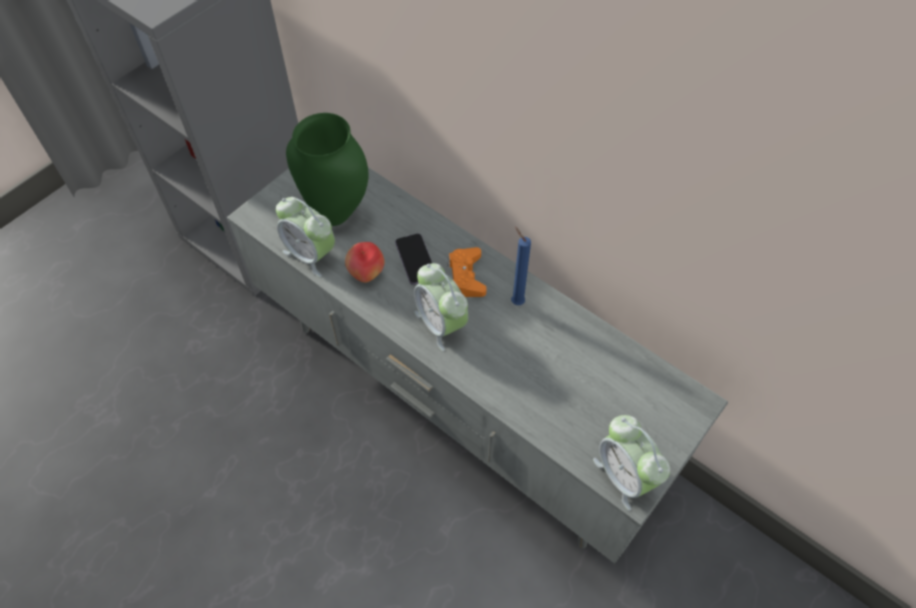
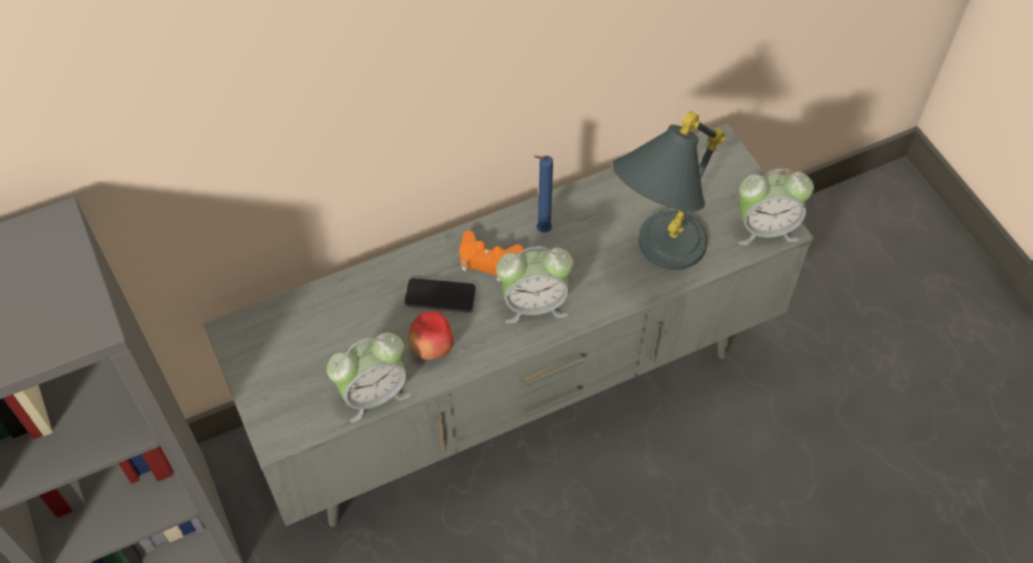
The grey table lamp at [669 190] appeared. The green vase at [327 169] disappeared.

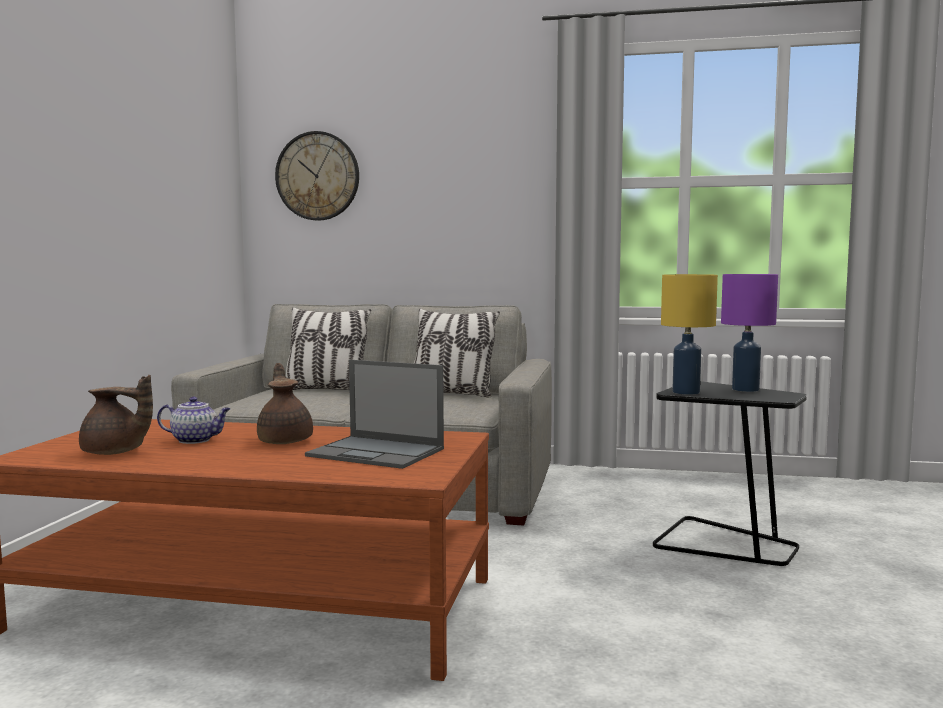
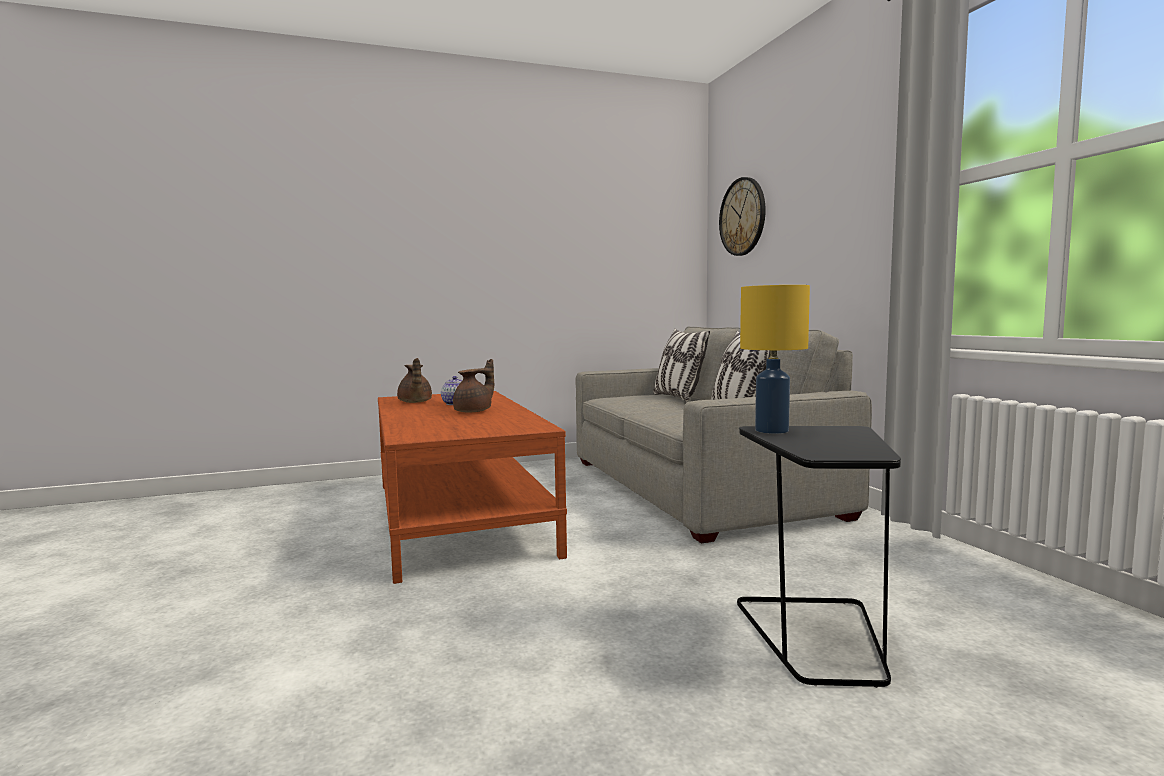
The laptop at [374 414] disappeared. The purple table lamp at [749 333] disappeared.

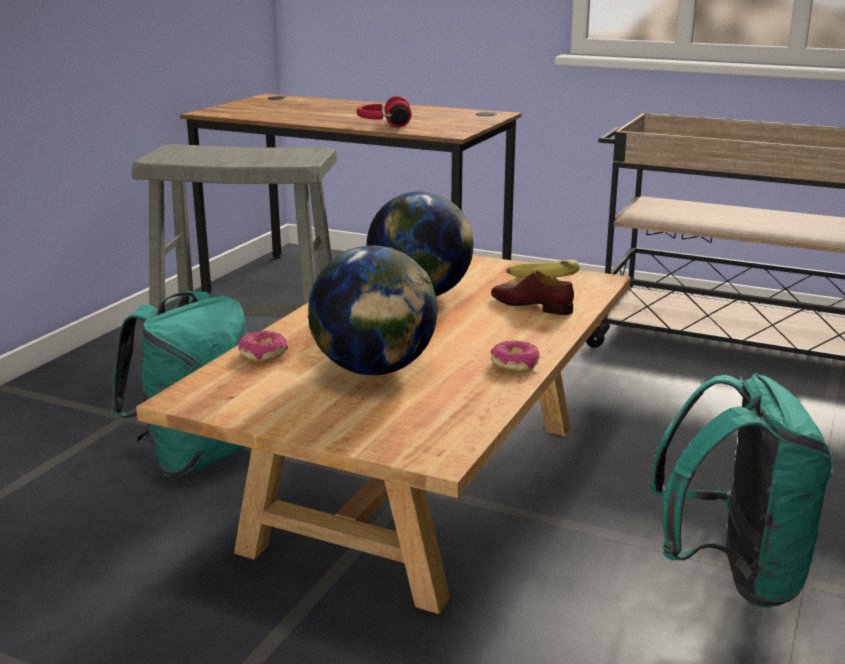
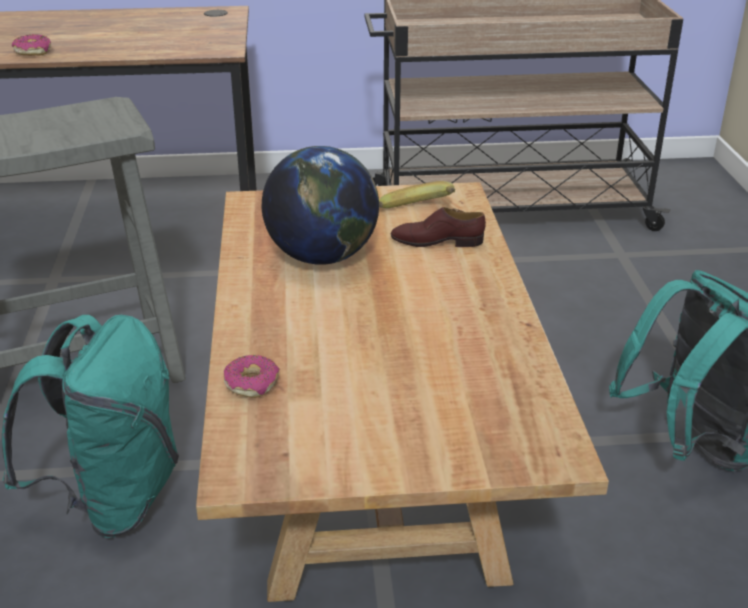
The donut moved from [515 356] to [31 45]. The globe at [373 311] disappeared. The red headphones at [383 111] disappeared.

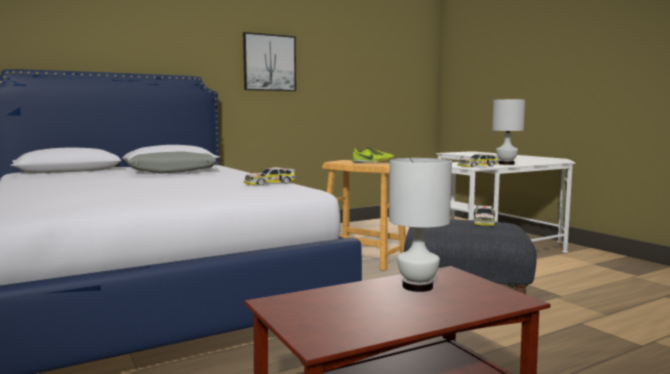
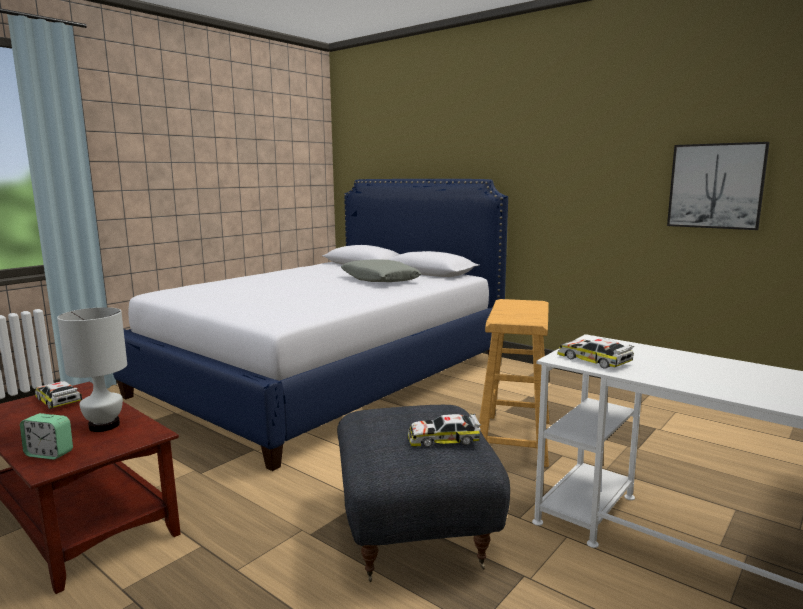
The alarm clock at [46 436] appeared. The toy car moved from [269 176] to [58 395]. The picture moved from [269 61] to [718 186]. The shoe at [373 155] disappeared. The white table lamp at [508 132] disappeared.

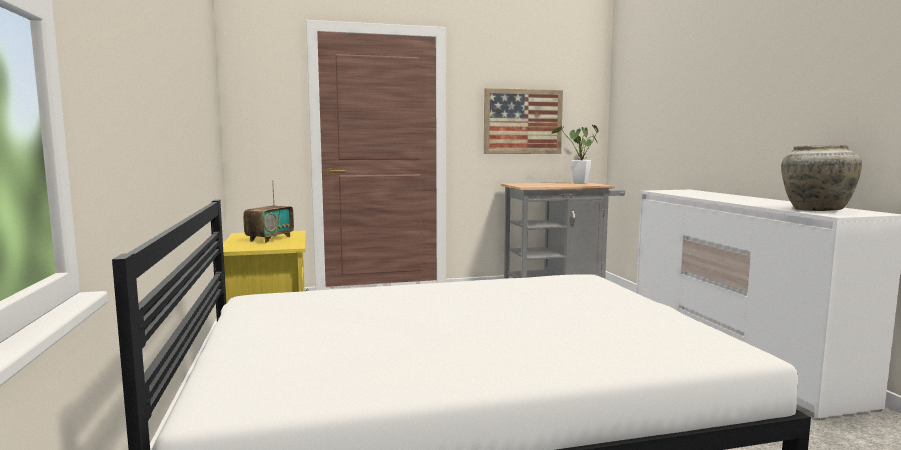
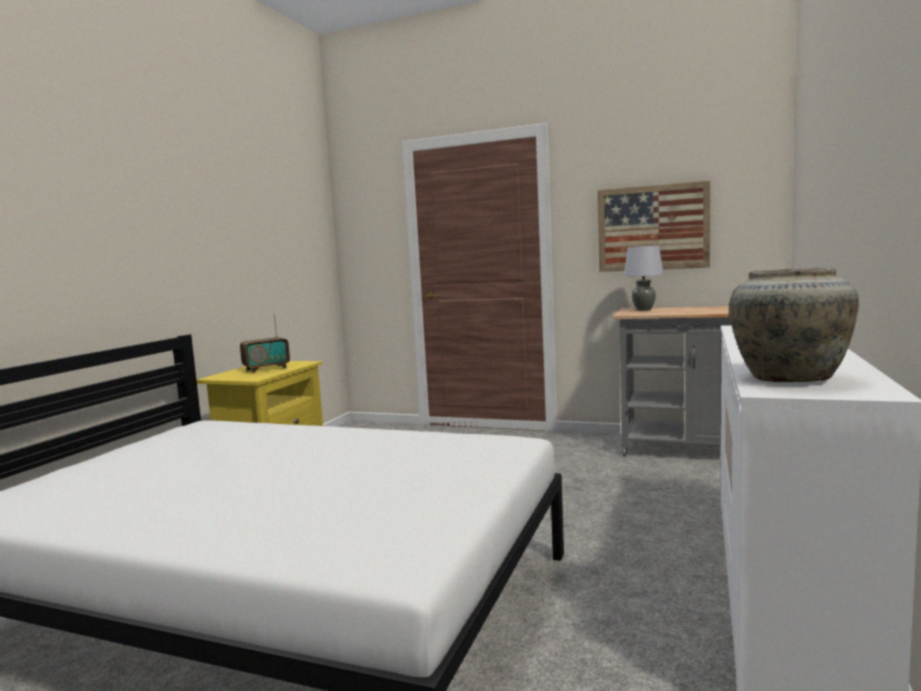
The grey table lamp at [644 278] appeared. The potted plant at [575 154] disappeared.

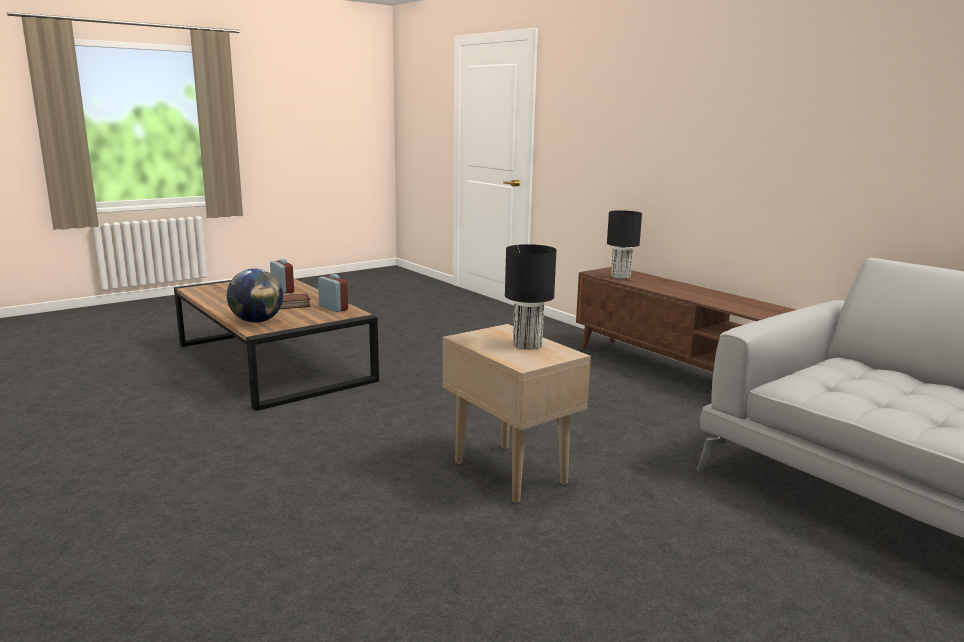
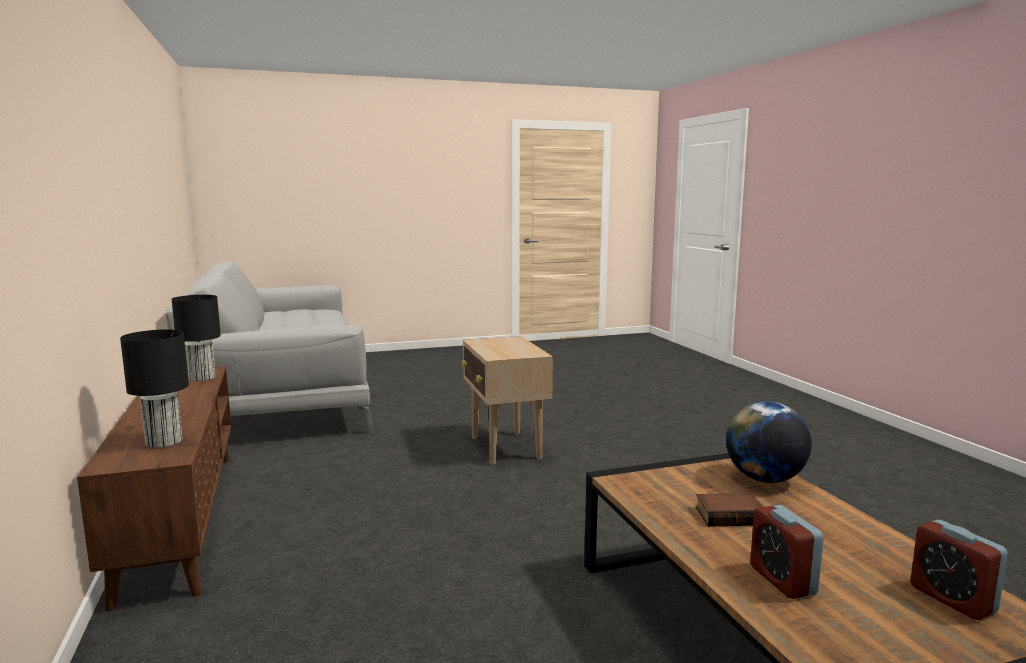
The black table lamp moved from [530 297] to [196 338]. The alarm clock moved from [333 293] to [959 570].

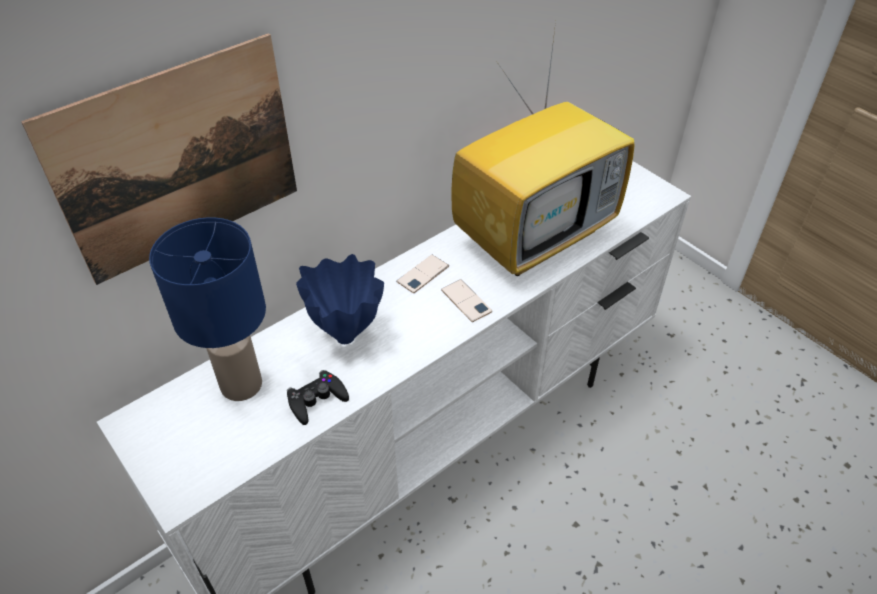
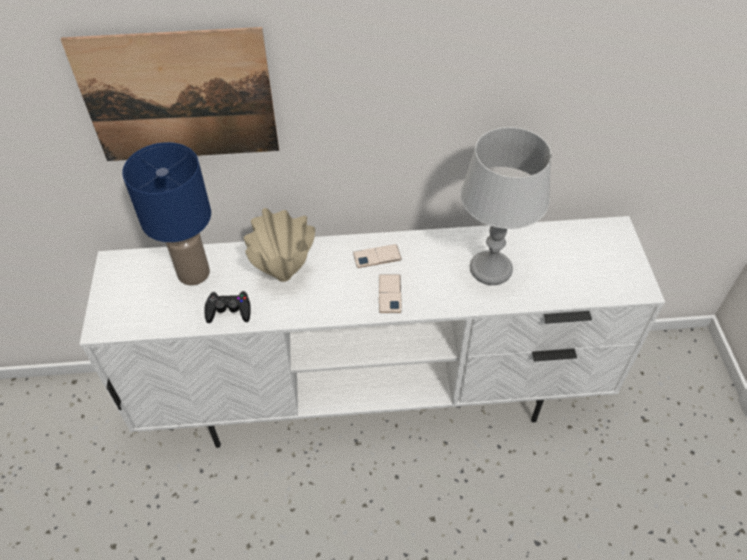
The blue vase at [340 299] became the beige vase at [279 245]. The television at [542 149] was replaced by the grey table lamp at [506 206].

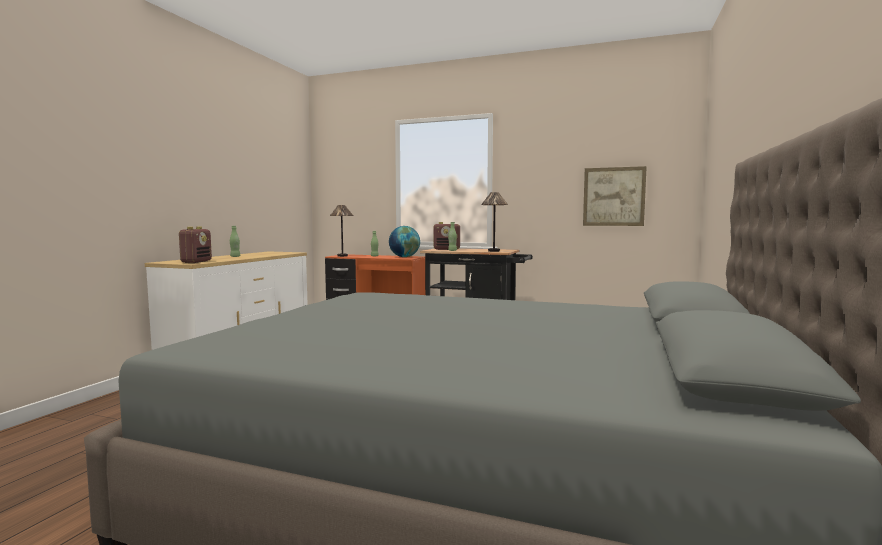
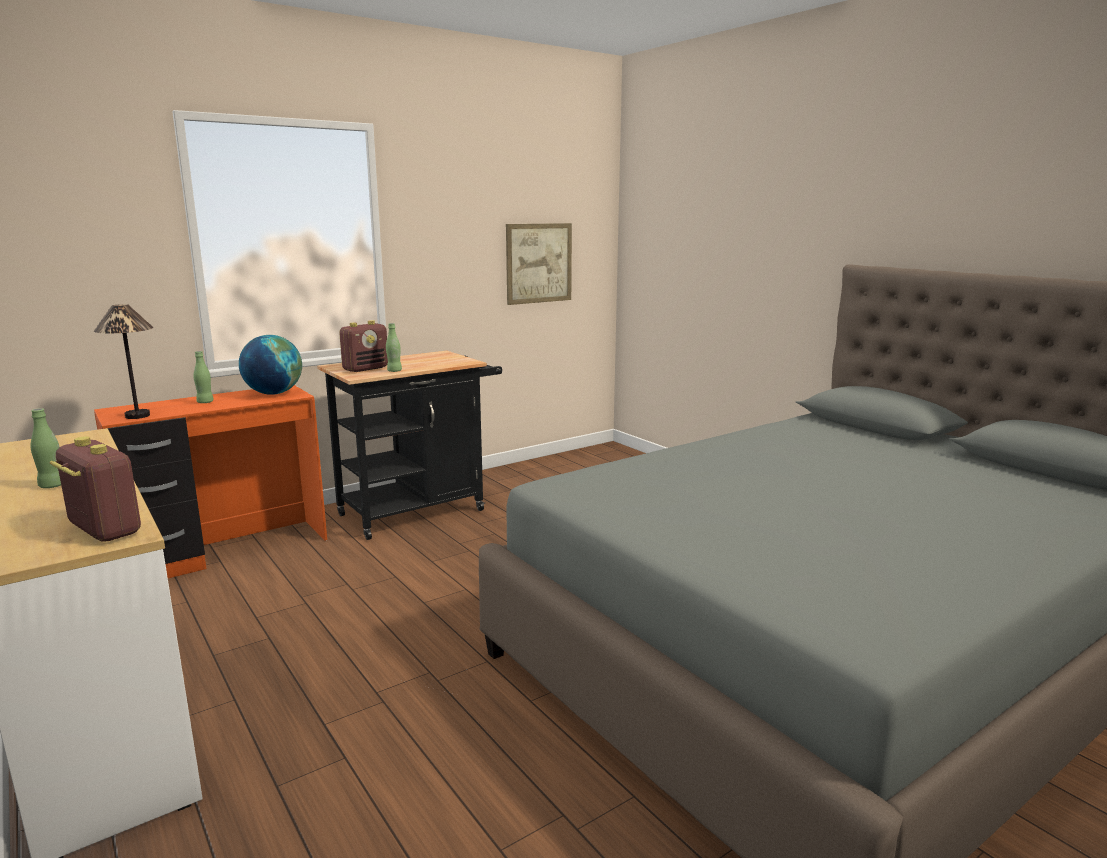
The table lamp at [494 222] disappeared.

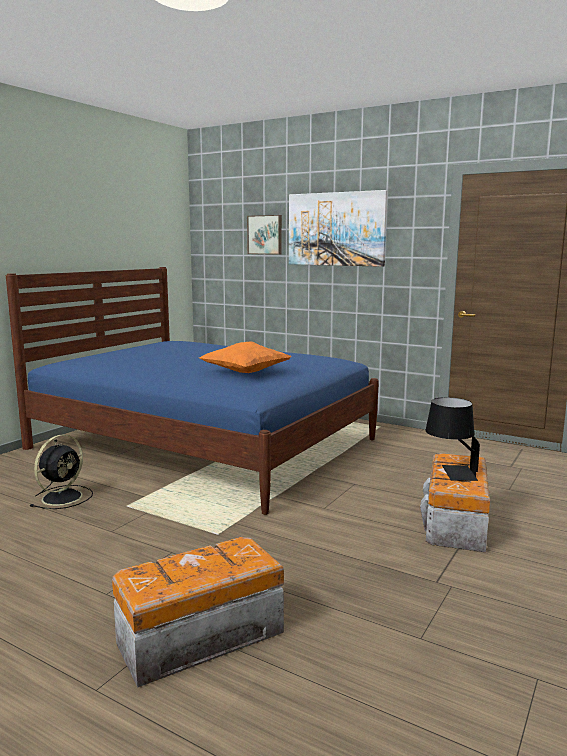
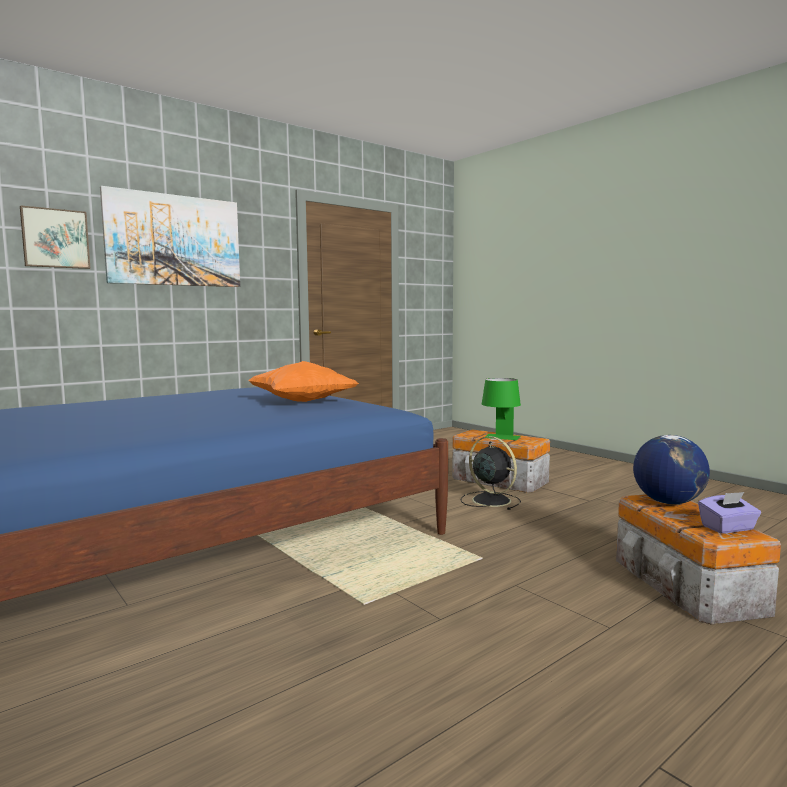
The black fan moved from [61 471] to [491 473]. The black table lamp at [453 439] became the green table lamp at [501 409]. The globe at [671 469] appeared. The purple tissue box at [729 513] appeared.

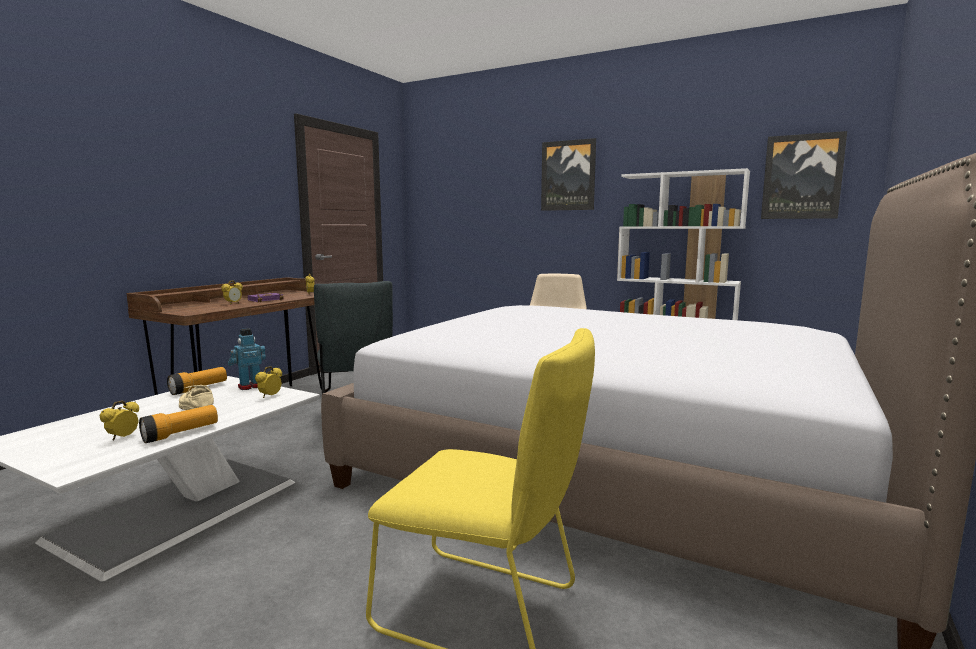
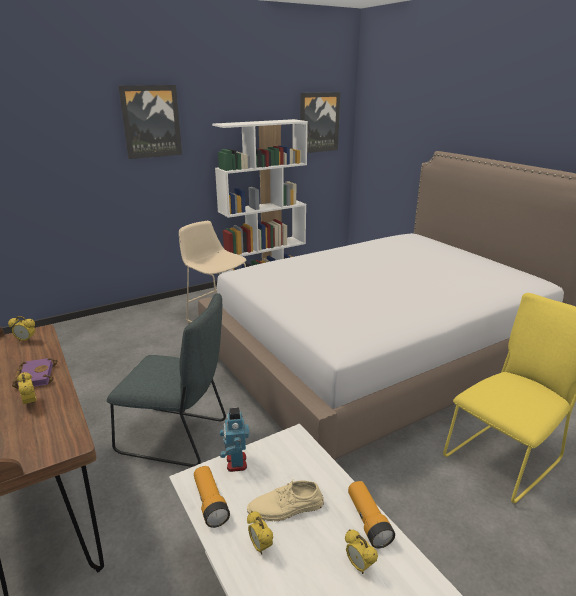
The alarm clock moved from [268 382] to [260 533].

